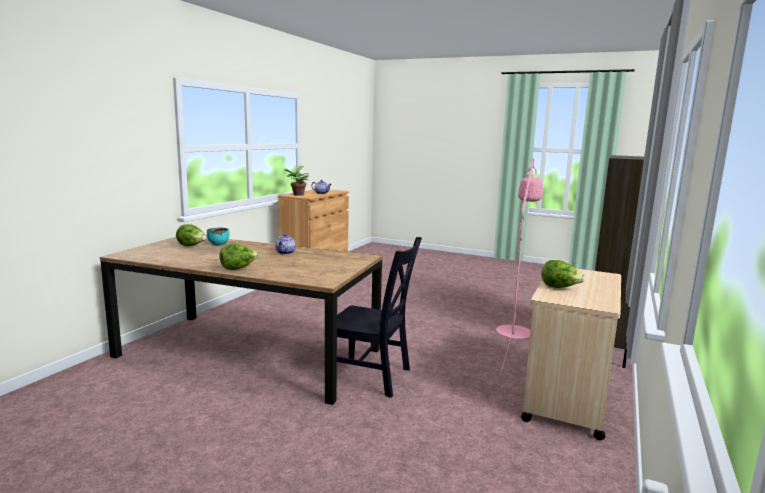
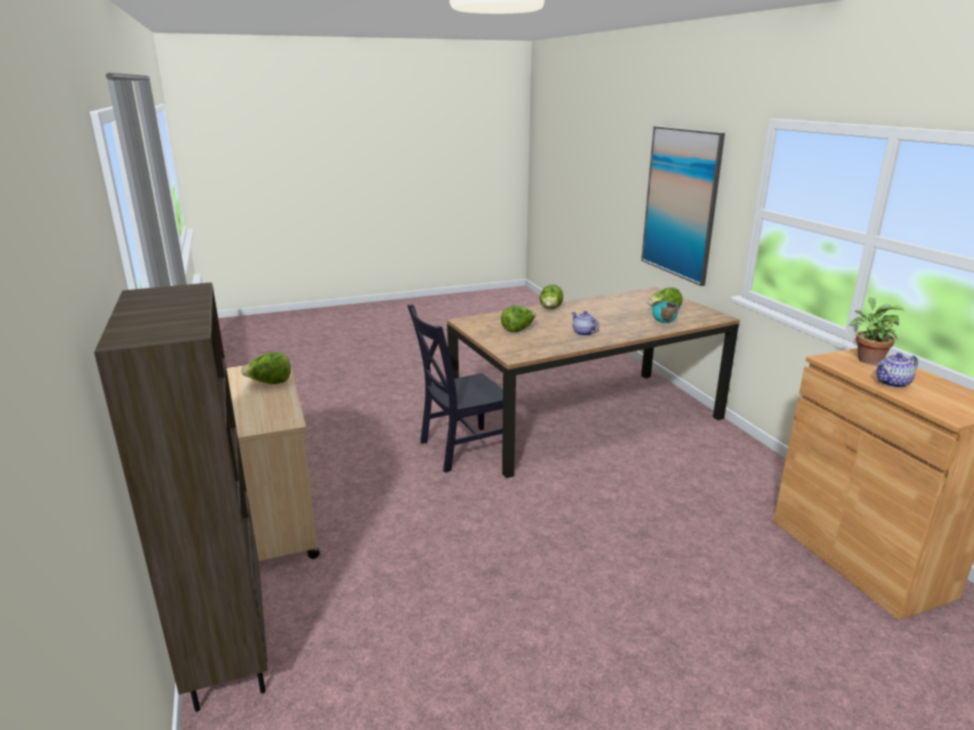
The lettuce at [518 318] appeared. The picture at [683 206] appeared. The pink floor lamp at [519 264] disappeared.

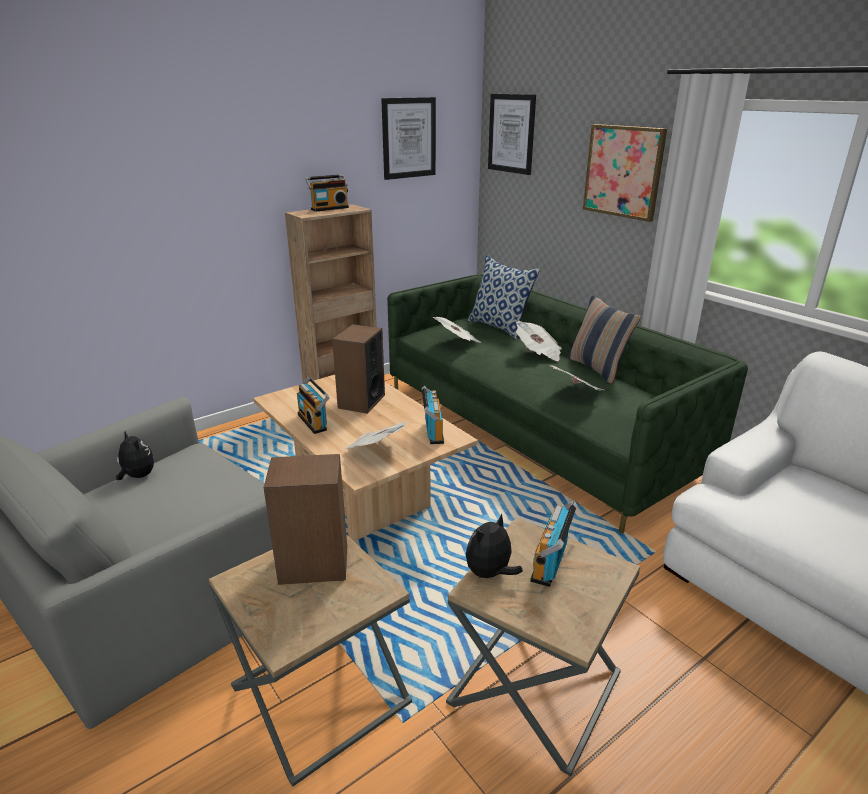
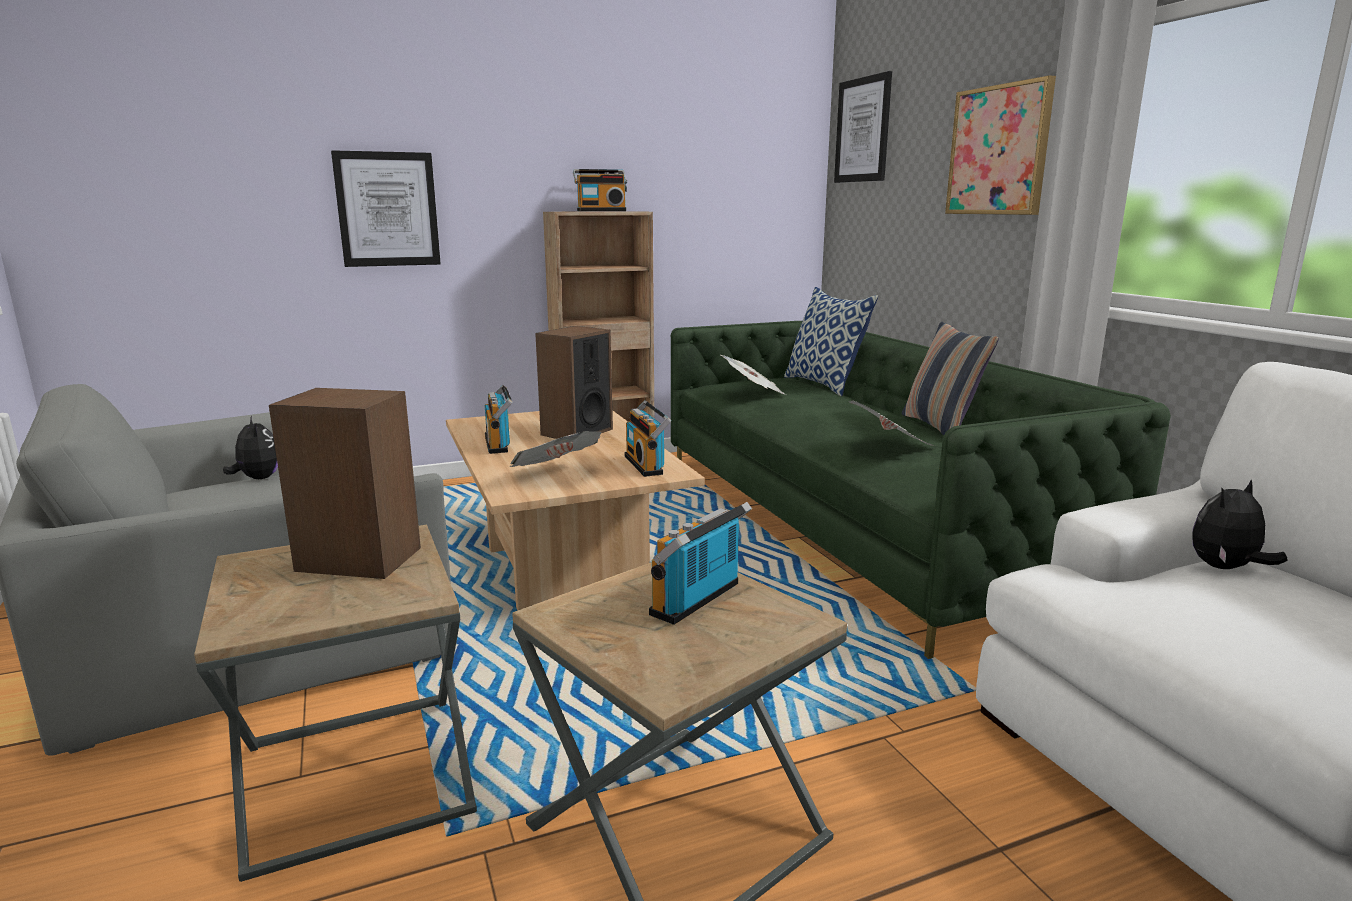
The picture moved from [408 138] to [386 208]. The radio at [433 415] turned 150 degrees clockwise. The plush toy moved from [494 545] to [1240 524]. The newspaper at [539 341] disappeared.

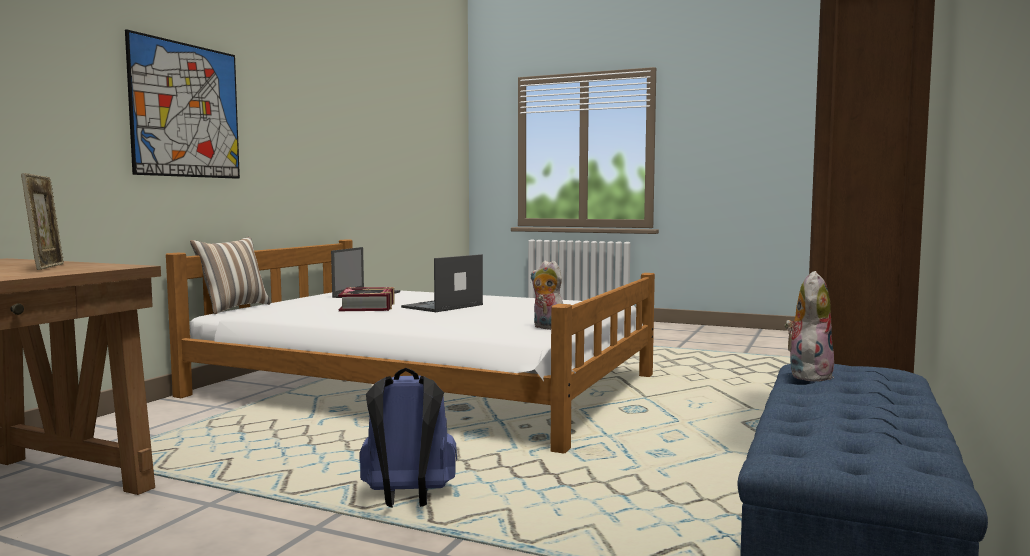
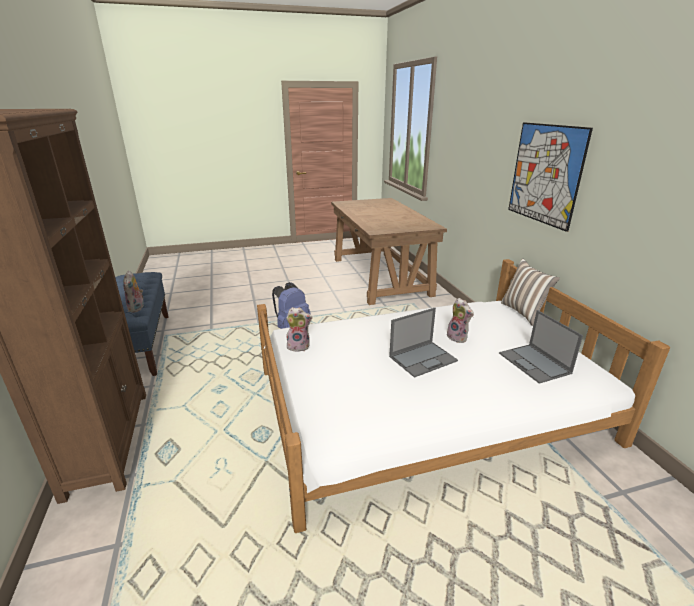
The laptop at [442 283] turned 60 degrees clockwise. The book at [366 299] was replaced by the plush toy at [460 320]. The picture frame at [42 221] disappeared.

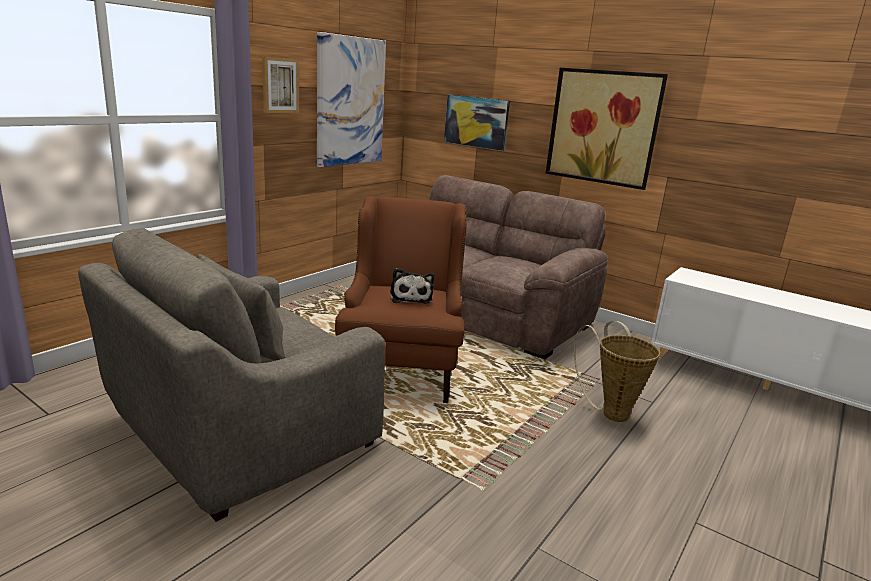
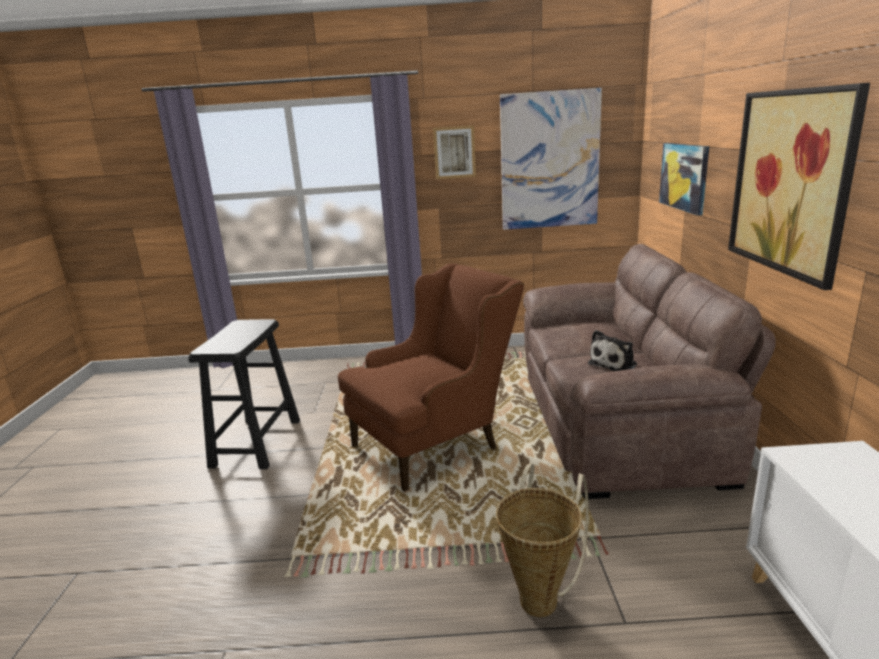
The grey armchair at [231 375] was replaced by the black stool at [244 394]. The plush toy moved from [412 286] to [612 350].

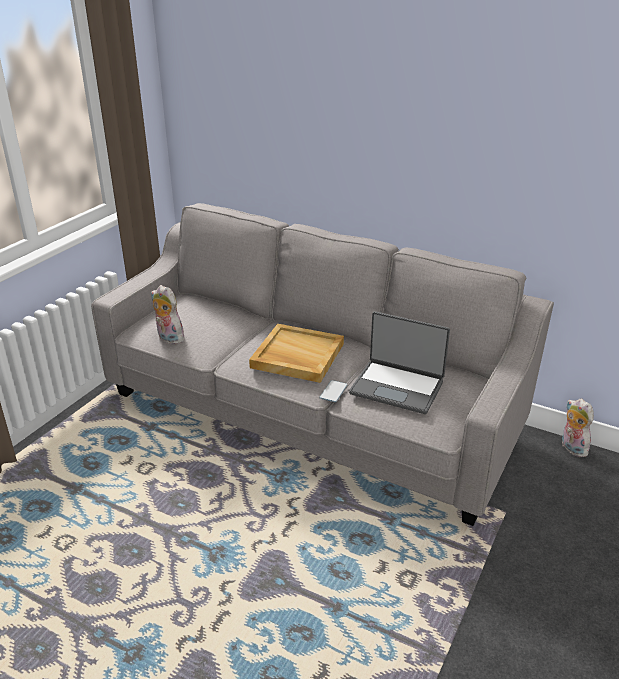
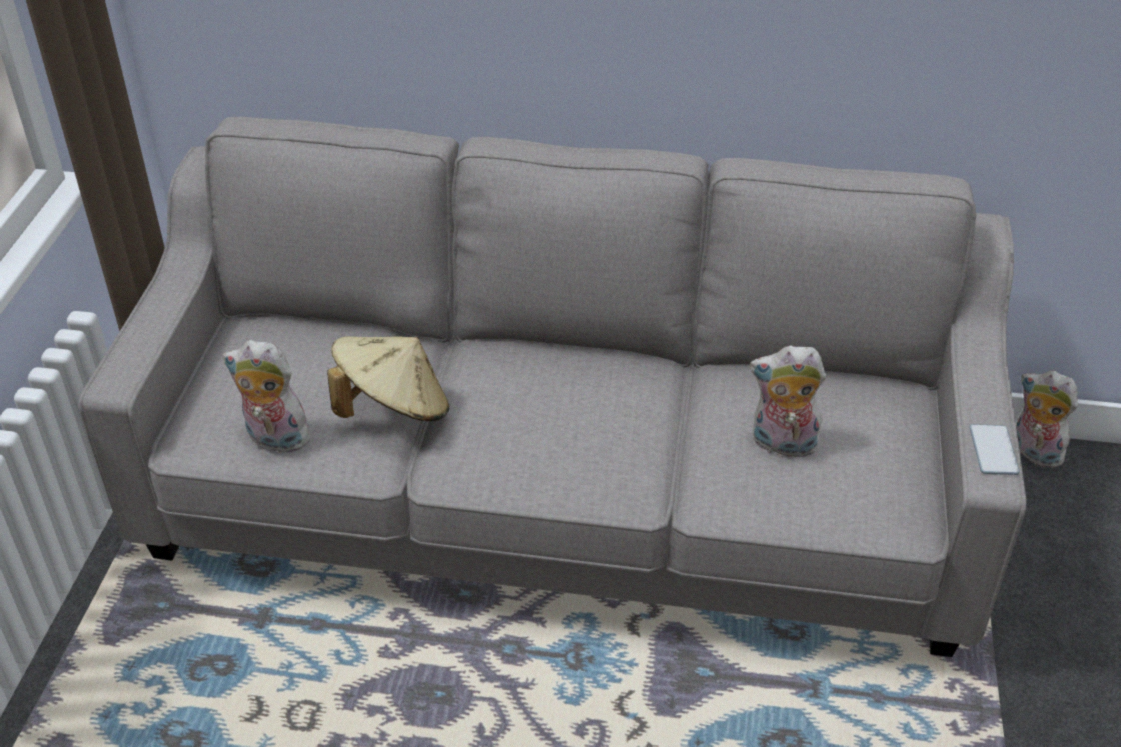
The beige hat at [388 378] appeared. The laptop at [399 362] was replaced by the plush toy at [788 402]. The phone moved from [334 391] to [995 449]. The beige tray at [296 353] disappeared.

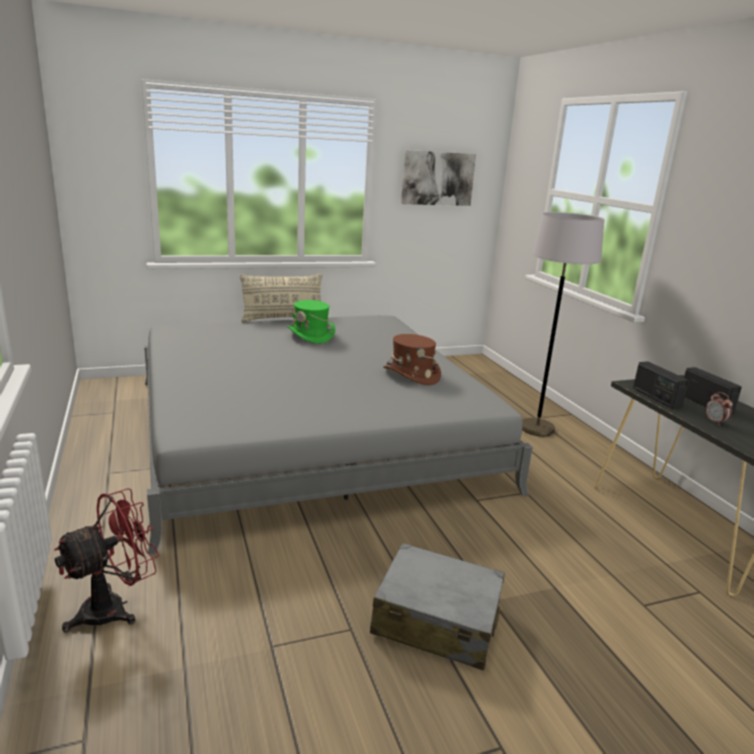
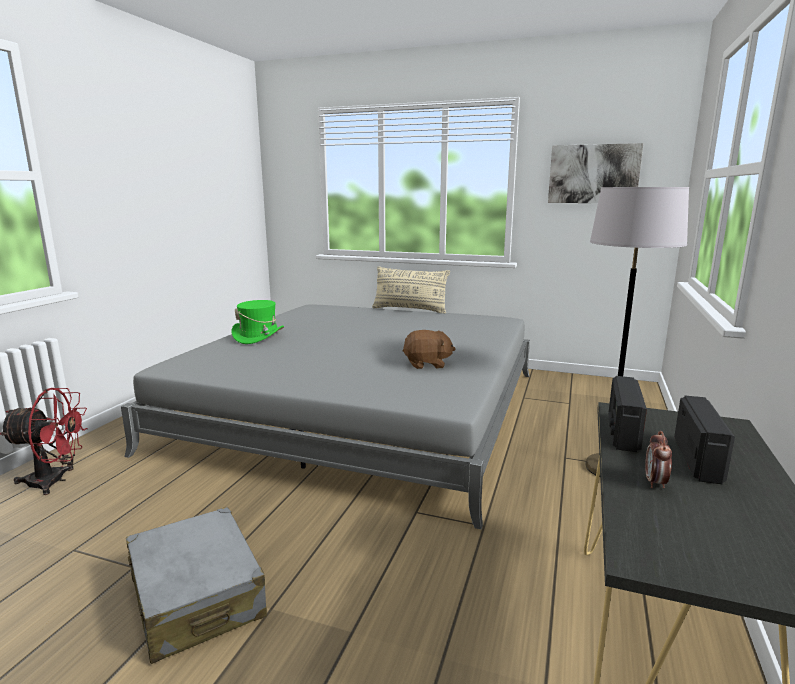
The green hat moved from [311 322] to [257 322]. The brown hat at [412 359] was replaced by the brown plush toy at [429 349].

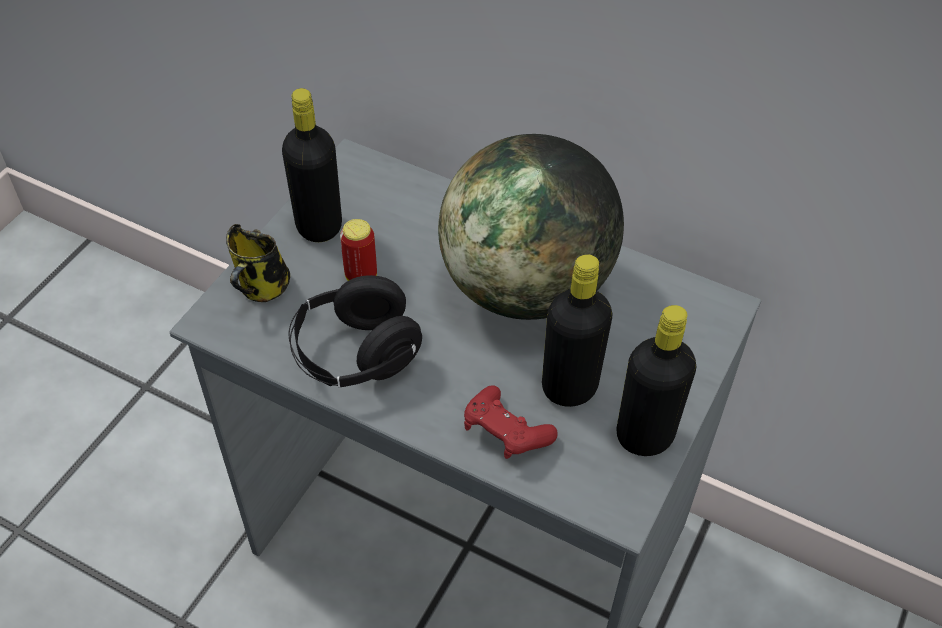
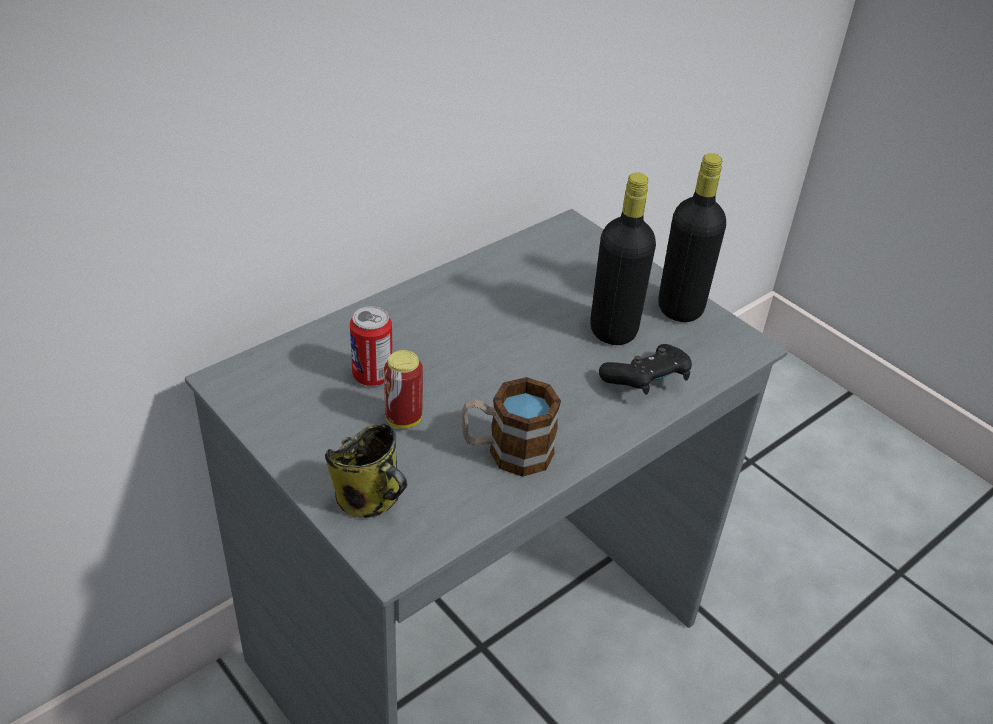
The can at [371 346] appeared. The black headphones at [355 331] was replaced by the mug at [511 427]. The red game controller at [511 422] became the black game controller at [645 369]. The black bottle at [312 165] disappeared. The globe at [531 227] disappeared.

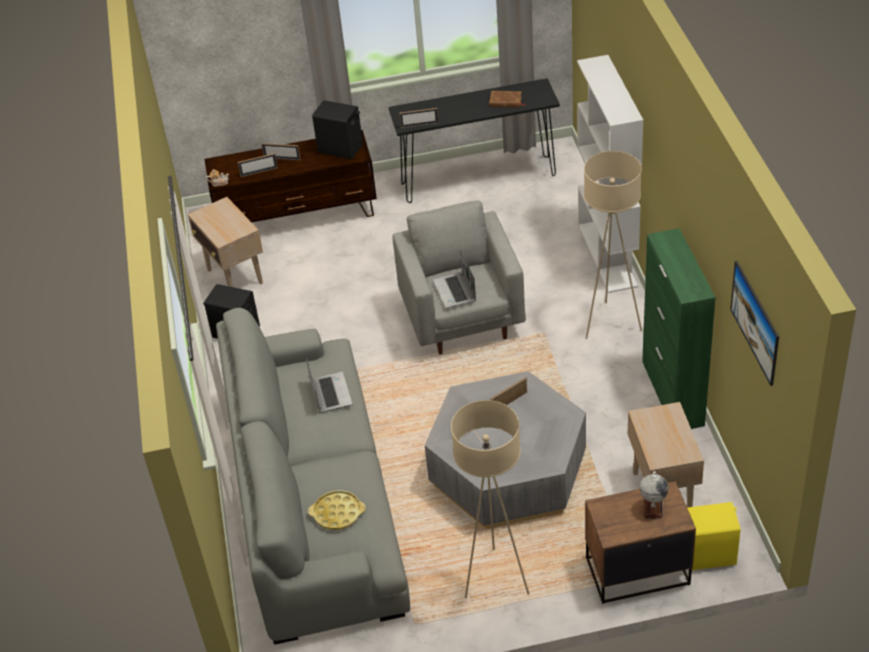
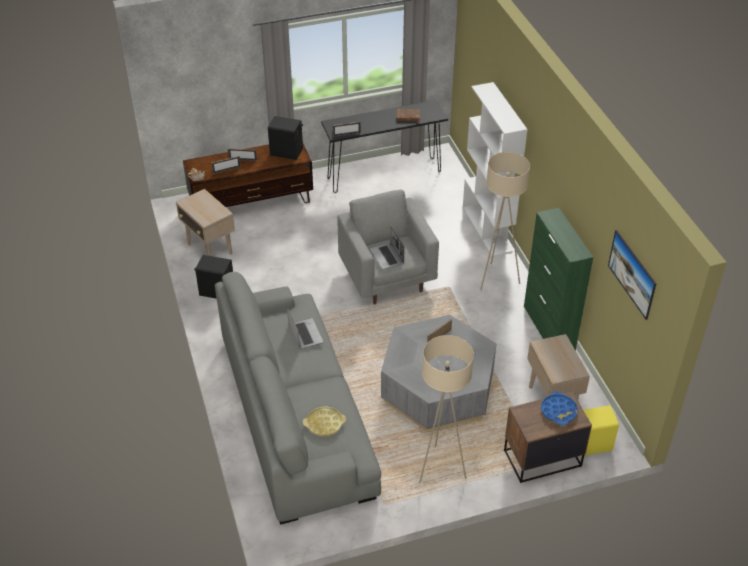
The globe at [654 495] was replaced by the blue tray at [559 408].

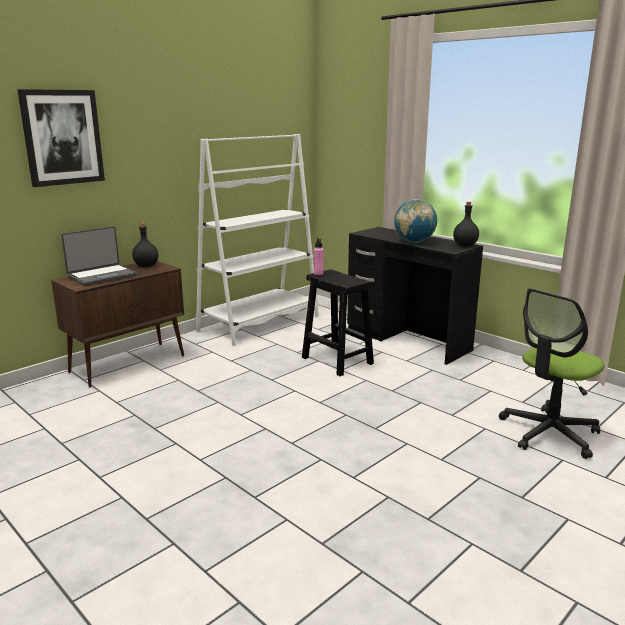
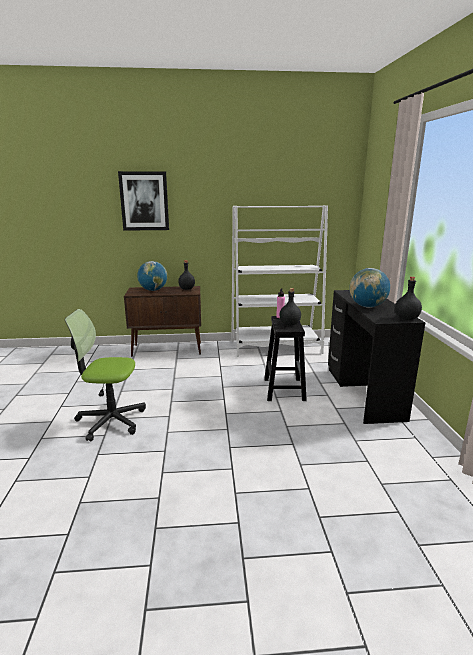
The office chair moved from [552 373] to [105 375]. The laptop at [99 256] was replaced by the globe at [152 276]. The black bottle at [290 307] appeared.

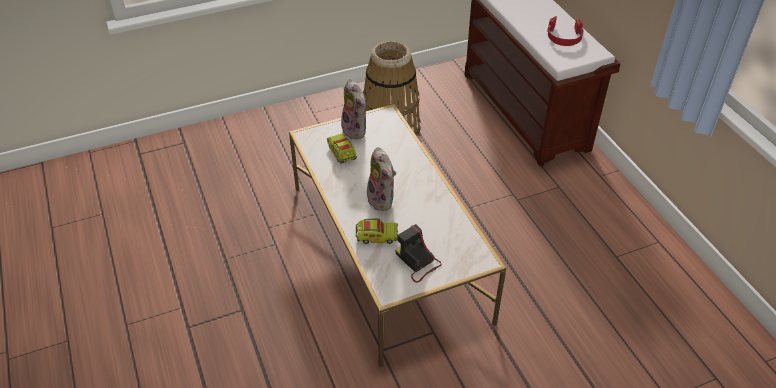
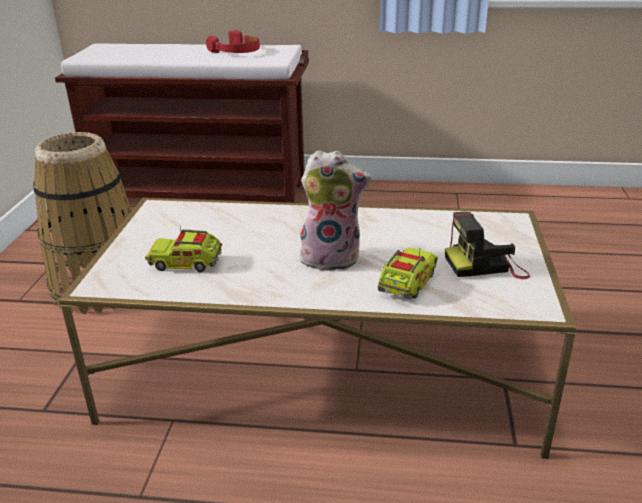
The plush toy at [354 109] disappeared.

